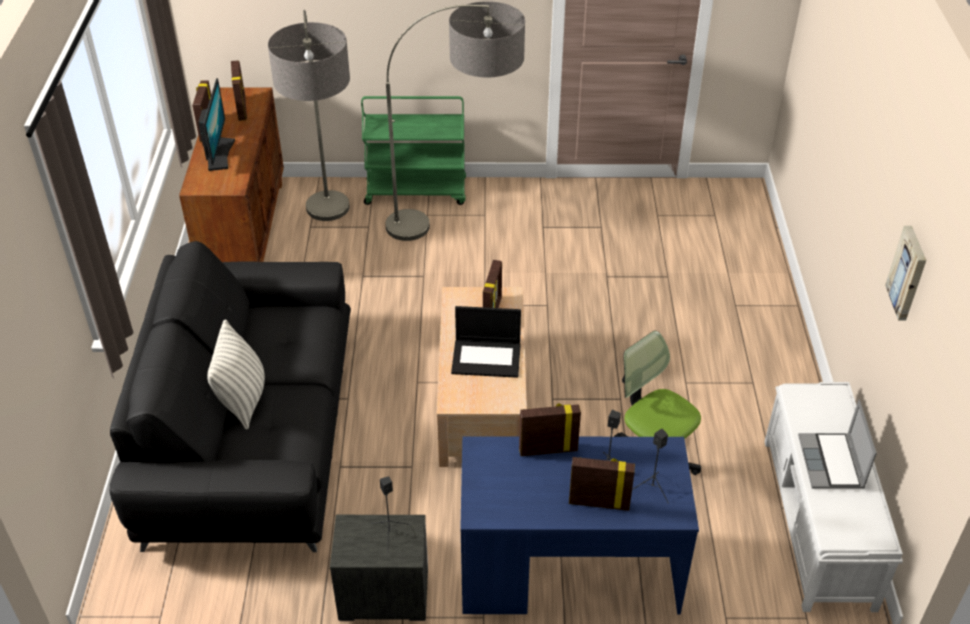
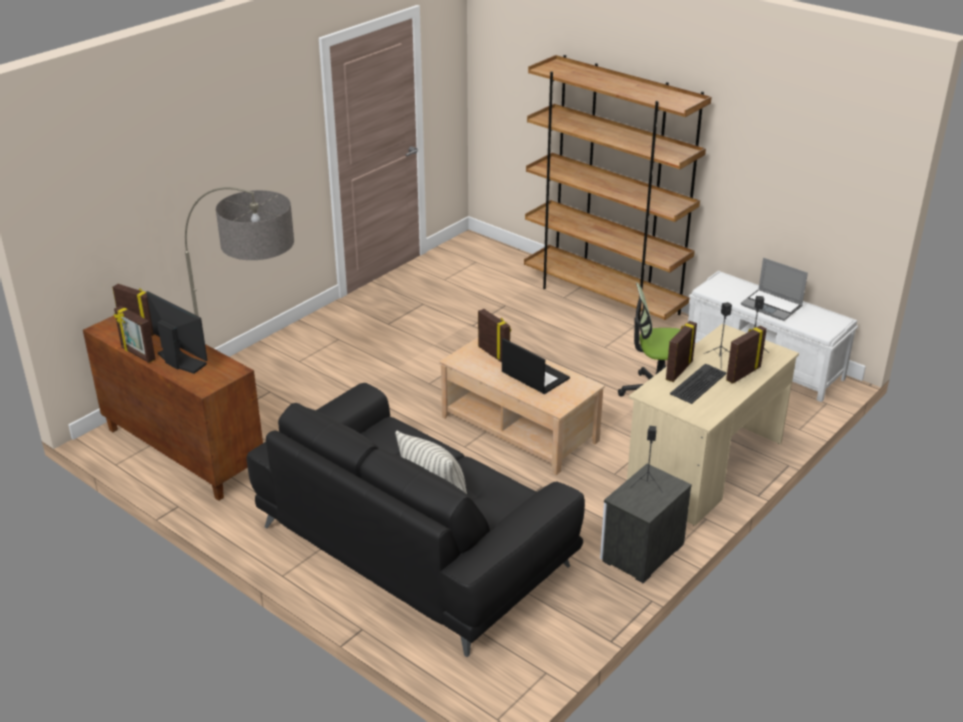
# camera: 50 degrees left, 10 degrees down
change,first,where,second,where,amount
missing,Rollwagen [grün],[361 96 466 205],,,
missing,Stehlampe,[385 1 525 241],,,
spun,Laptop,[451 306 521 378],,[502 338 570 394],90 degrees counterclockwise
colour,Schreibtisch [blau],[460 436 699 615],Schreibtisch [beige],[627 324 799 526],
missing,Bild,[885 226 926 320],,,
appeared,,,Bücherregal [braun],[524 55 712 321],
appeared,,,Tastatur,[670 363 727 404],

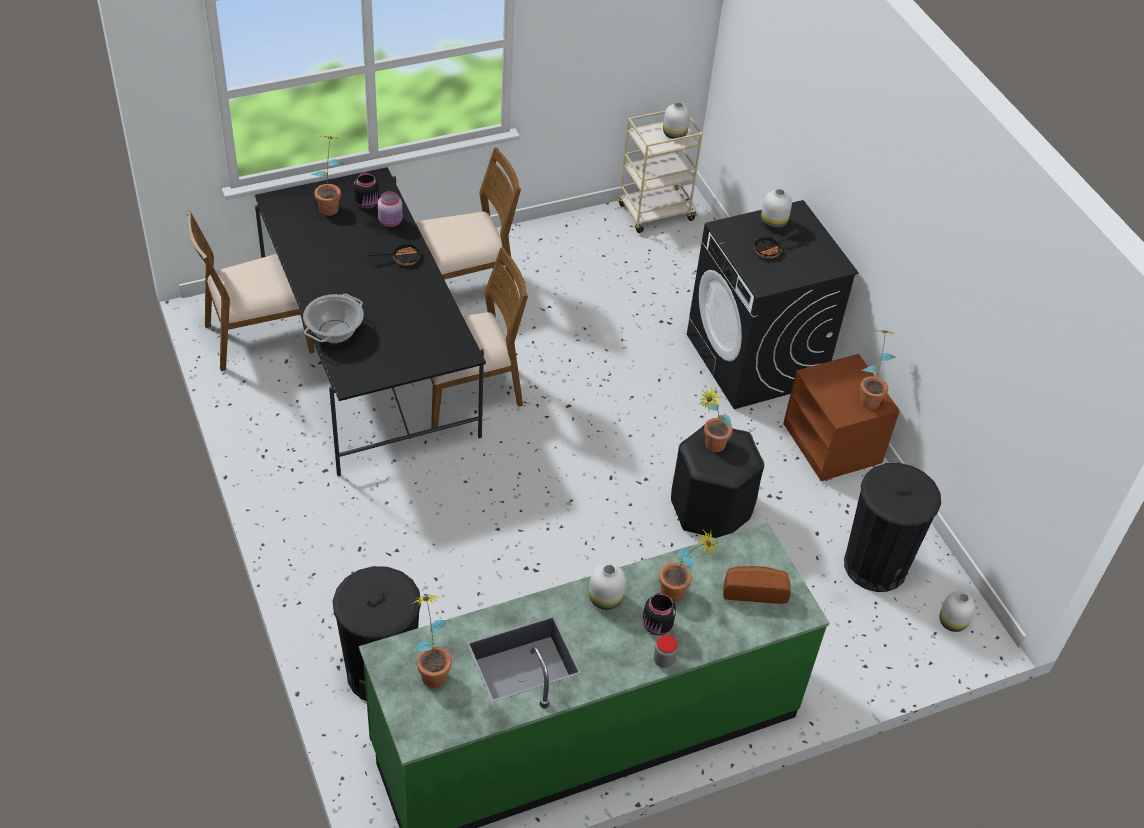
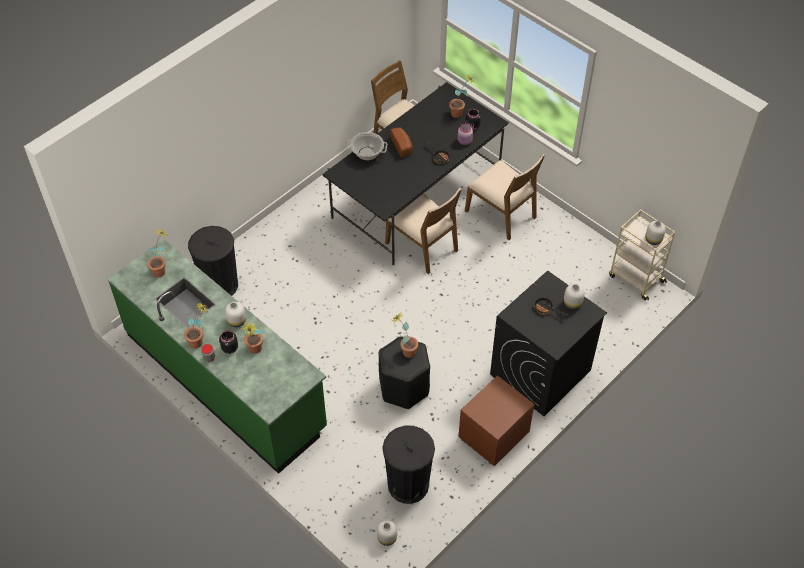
# camera: 70 degrees right, 5 degrees up
change,first,where,second,where,amount
relocated,Brot,[723 566 791 604],,[390 128 412 158],
relocated,Topfpflanze,[860 330 897 409],,[184 302 209 349],

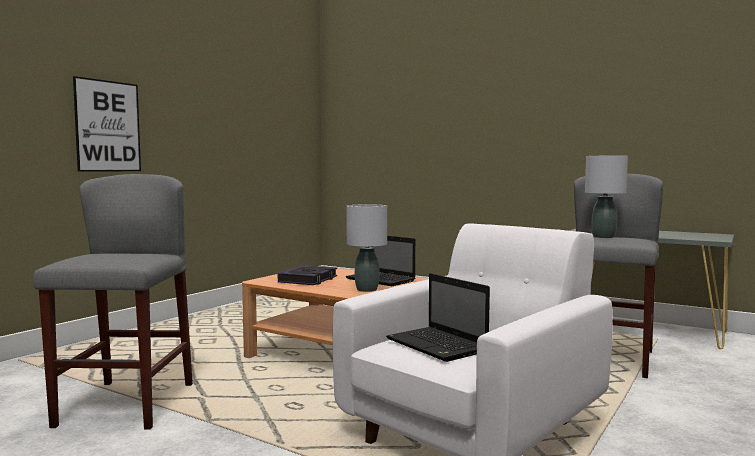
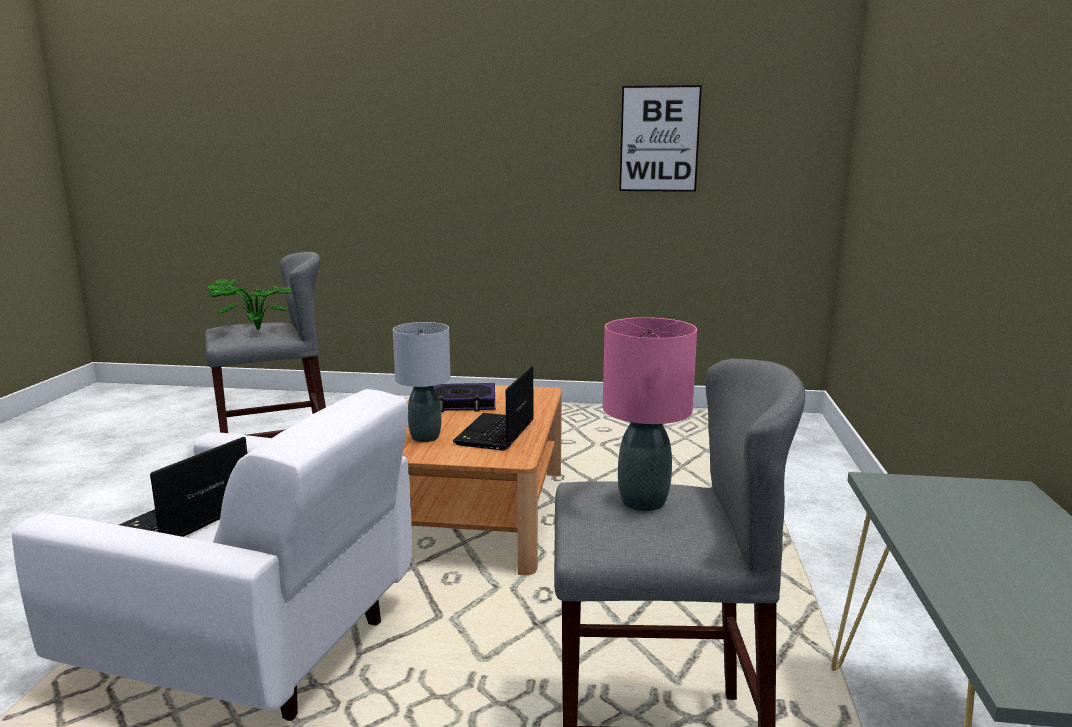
# camera: 65 degrees right, 10 degrees up
change,first,where,second,where,amount
relocated,Bild,[73 76 141 172],,[619 85 702 192],
colour,Tischlampe [grau],[585 155 628 238],Tischlampe [rosa],[603 317 697 511],
appeared,,,Topfpflanze,[206 279 292 330],

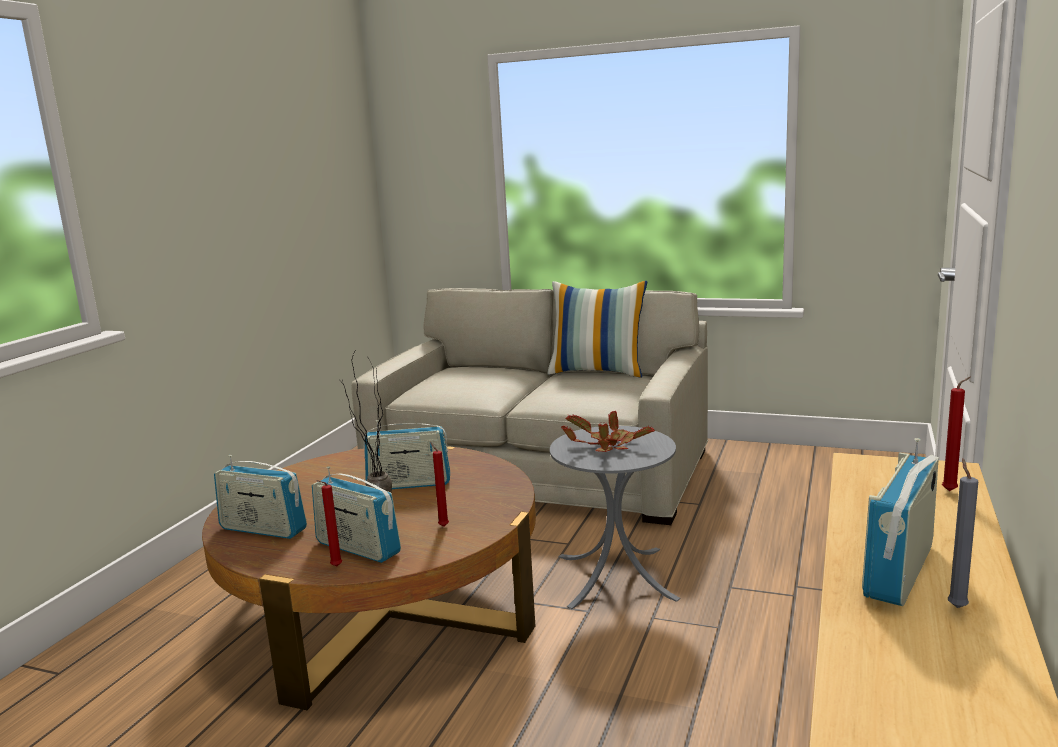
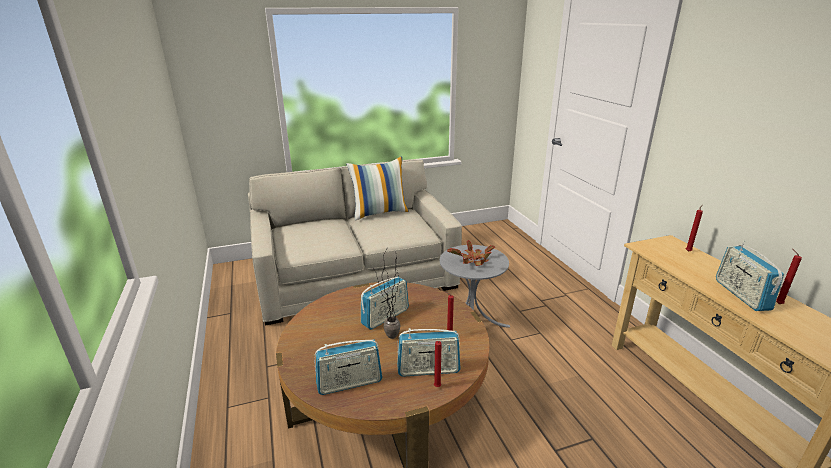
# camera: 40 degrees left, 10 degrees up
change,first,where,second,where,amount
colour,Kerze [grau],[948 458 978 608],Kerze [rot],[776 249 802 304],

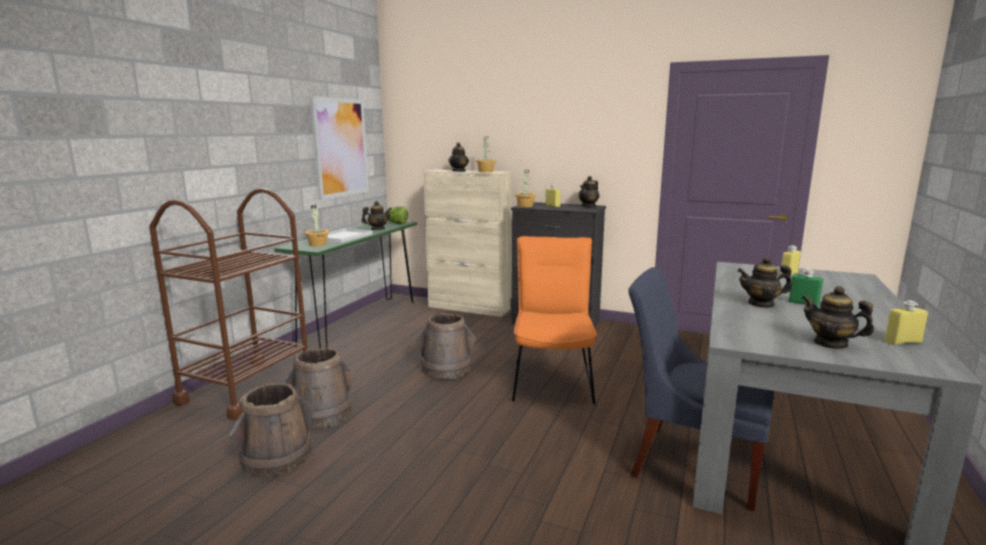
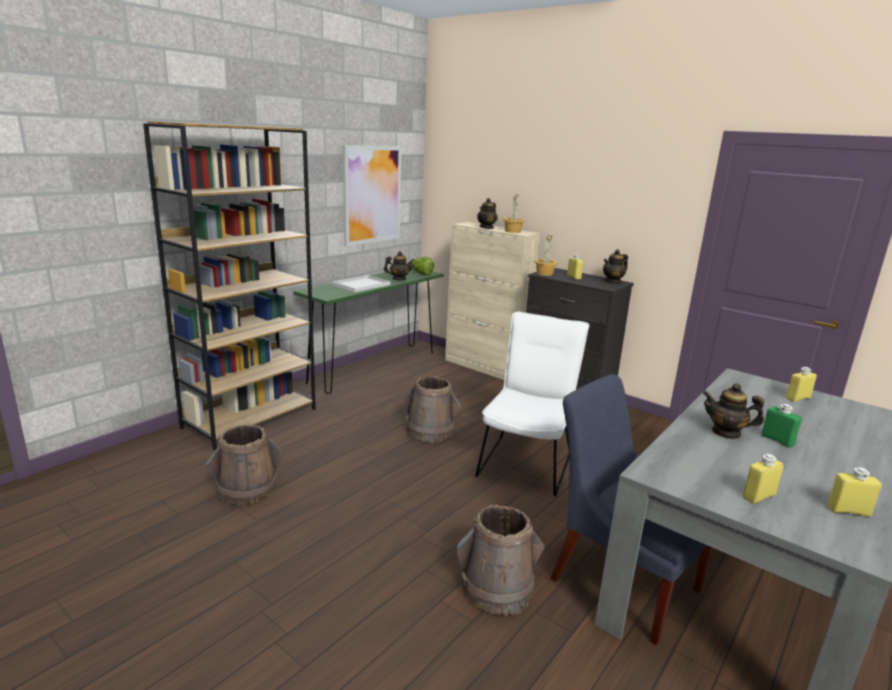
# camera: 15 degrees right, 5 degrees up
change,first,where,second,where,amount
exchanged,Rollwagen [braun],[149 188 308 420],Bücherregal [braun],[143 121 316 450],
relocated,Eimer [braun],[282 348 355 429],,[456 505 544 616],
missing,Topfpflanze,[305 205 329 246],,,
colour,Stuhl [orange],[512 236 597 404],Stuhl [weiß],[475 312 589 497],
exchanged,Teekanne,[802 286 874 349],Flasche [gelb],[743 454 784 504],

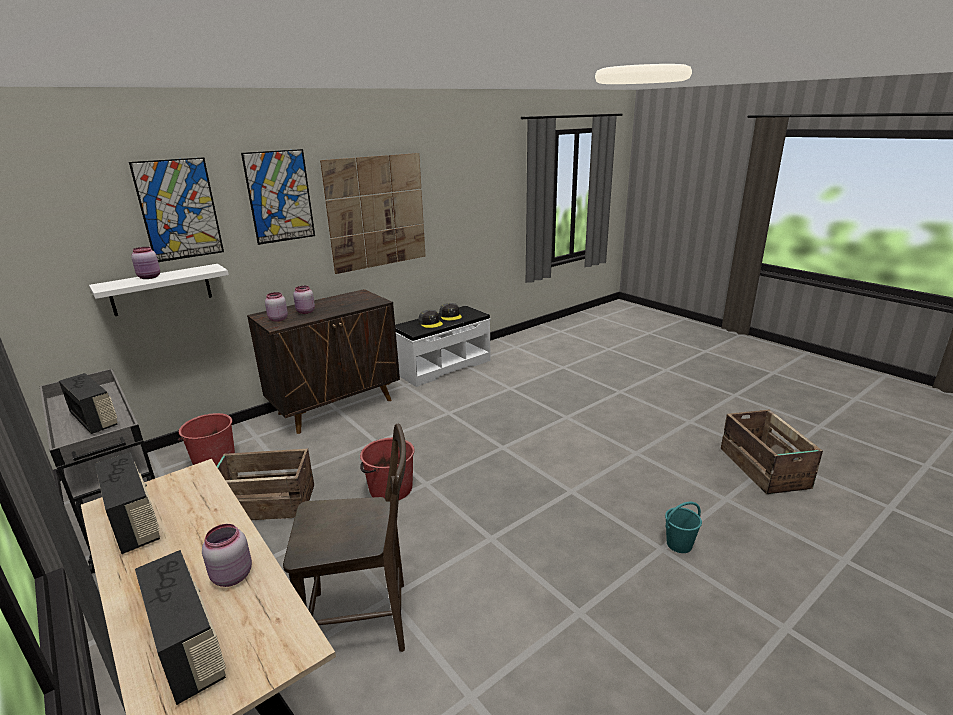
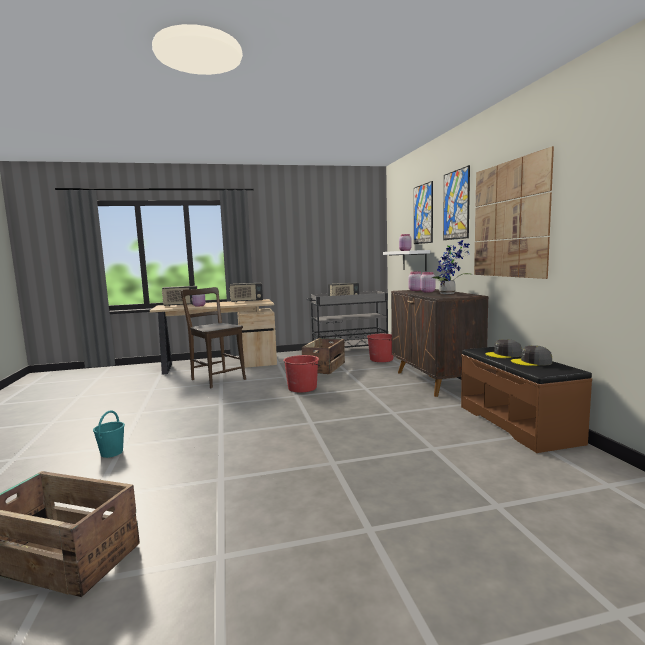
# camera: 115 degrees right, 15 degrees down
change,first,where,second,where,amount
spun,Stuhl [braun],[283 424 406 652],,[181 287 246 388],120 degrees clockwise
colour,Bank [weiß],[395 306 491 387],Bank [braun],[461 347 592 453],
appeared,,,Topfpflanze,[432 240 472 294],

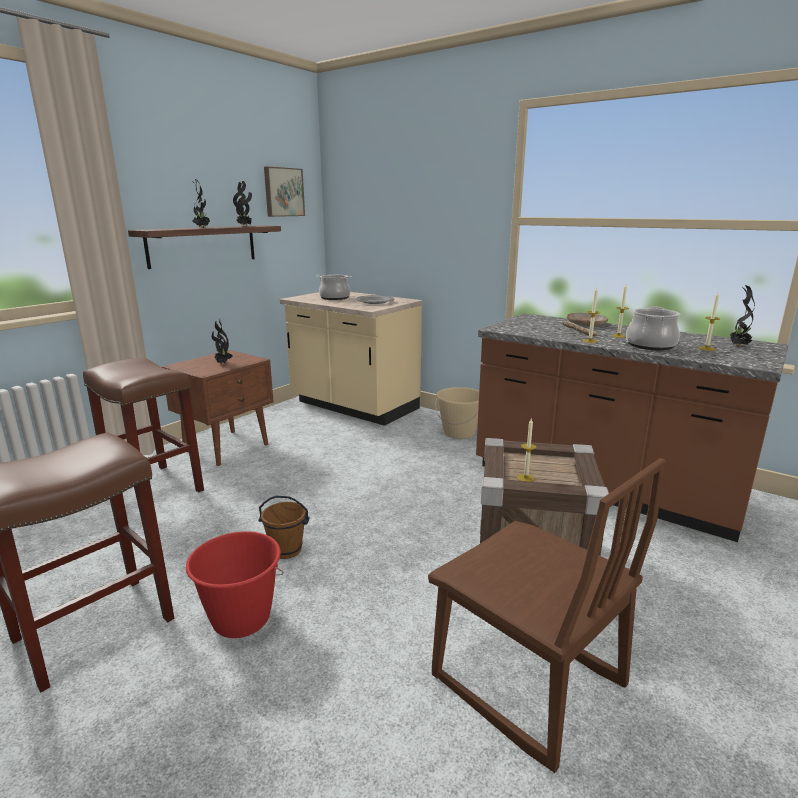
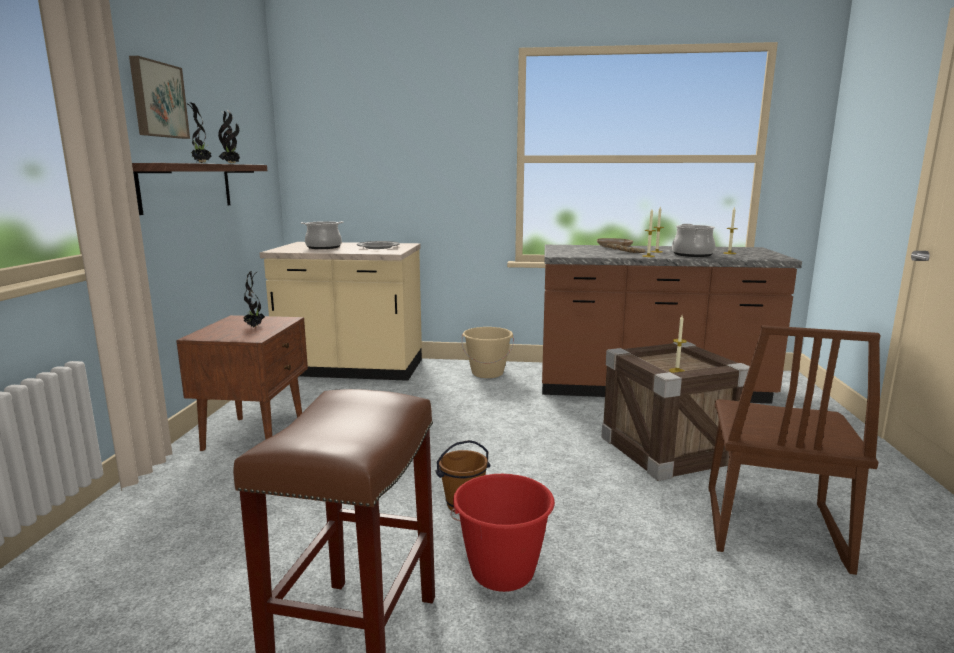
# camera: 30 degrees left, 5 degrees down
change,first,where,second,where,amount
missing,Hocker [braun],[83 358 204 492],,,
relocated,Bild,[264 166 305 217],,[129 56 190 139],
spun,Stuhl [braun],[428 458 666 773],,[708 325 881 575],90 degrees clockwise
missing,Topfpflanze,[728 285 755 346],,,

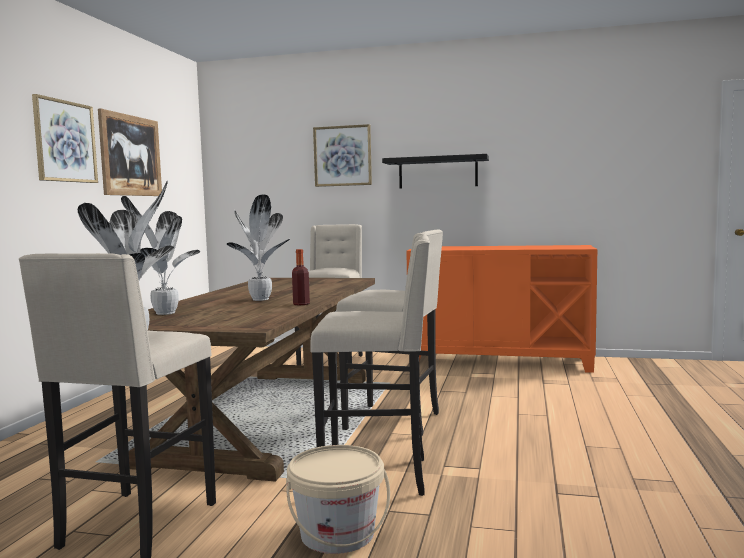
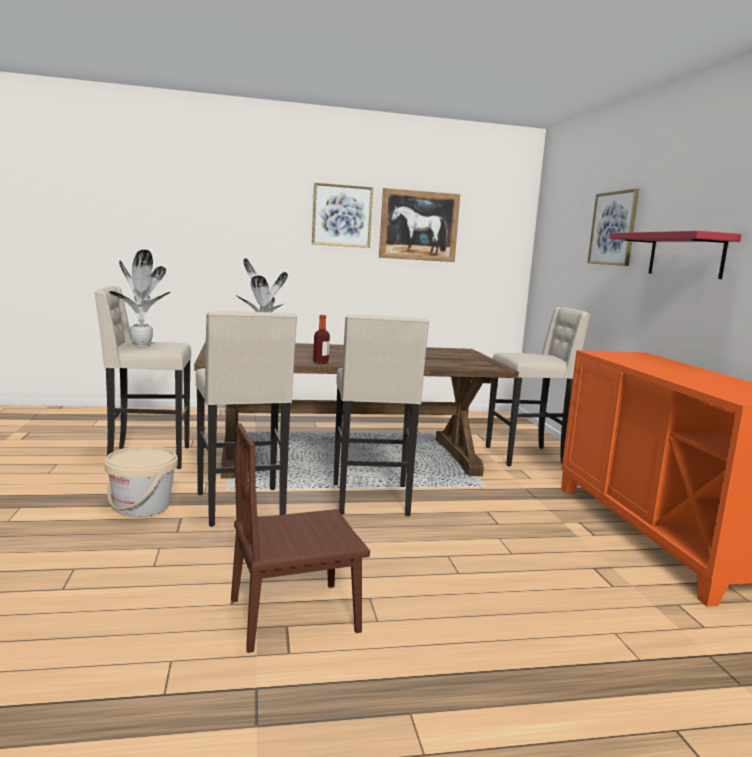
# camera: 65 degrees right, 5 degrees up
change,first,where,second,where,amount
missing,Topfpflanze,[227 194 290 301],,,
colour,Wandregal [schwarz],[382 154 489 189],Wandregal [rot],[609 231 742 279],
appeared,,,Stuhl [braun],[231 423 370 653],

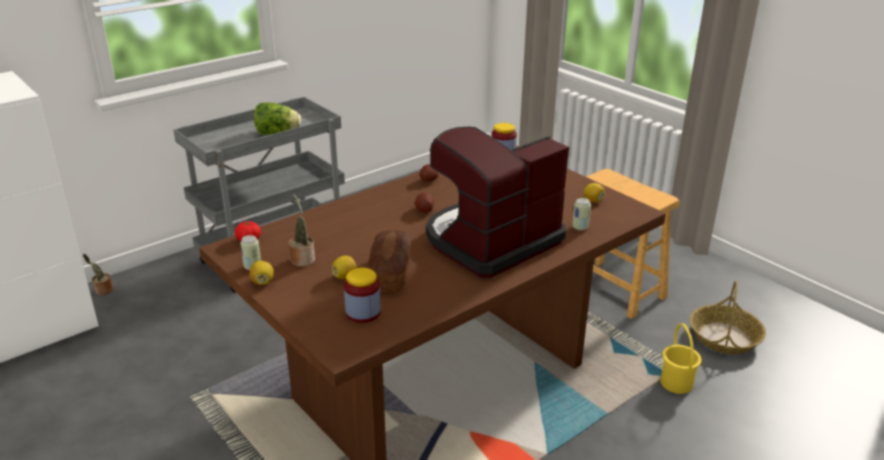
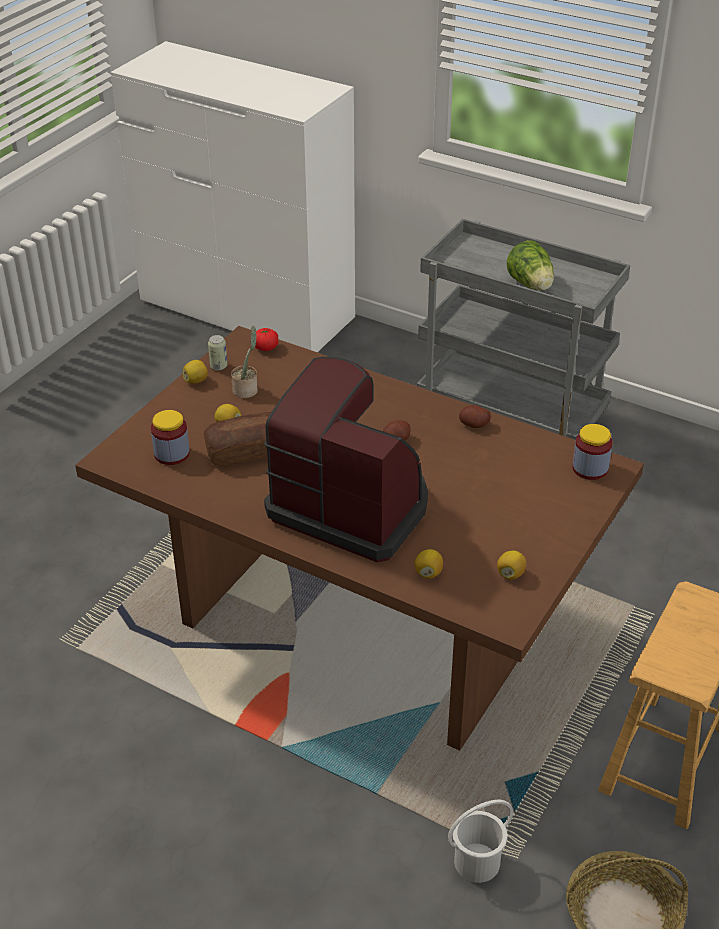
# camera: 70 degrees right, 10 degrees up
change,first,where,second,where,amount
missing,Topfpflanze,[83 254 113 295],,,
exchanged,Dose,[572 198 591 231],Zitrone,[415 549 443 579],
colour,Eimer [gelb],[660 323 702 394],Eimer [weiß],[448 800 513 883],

